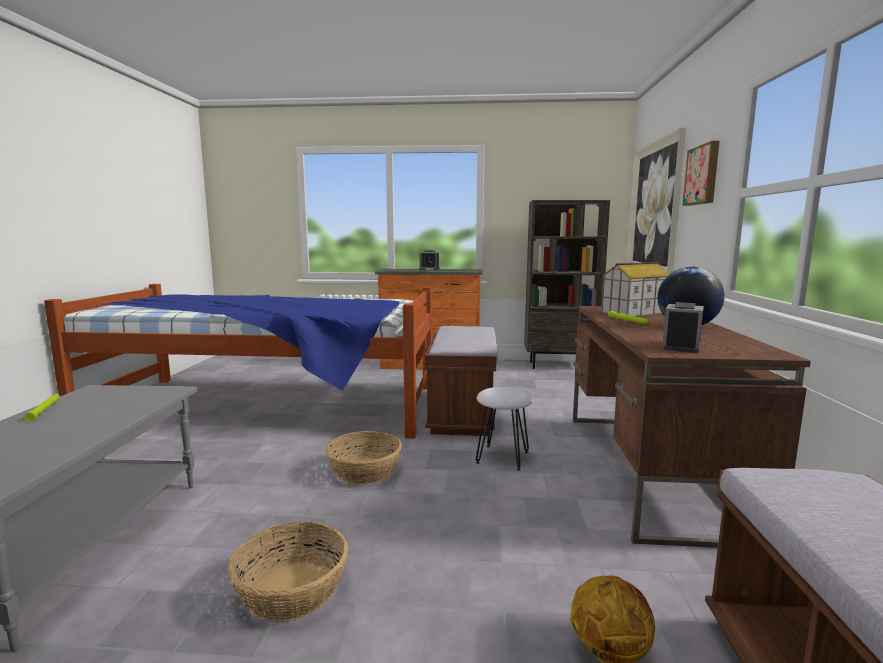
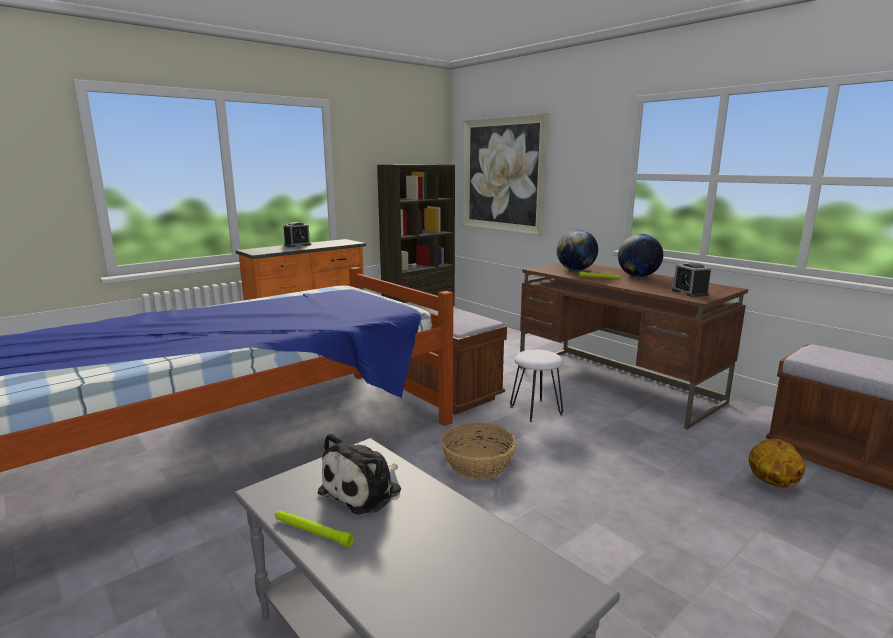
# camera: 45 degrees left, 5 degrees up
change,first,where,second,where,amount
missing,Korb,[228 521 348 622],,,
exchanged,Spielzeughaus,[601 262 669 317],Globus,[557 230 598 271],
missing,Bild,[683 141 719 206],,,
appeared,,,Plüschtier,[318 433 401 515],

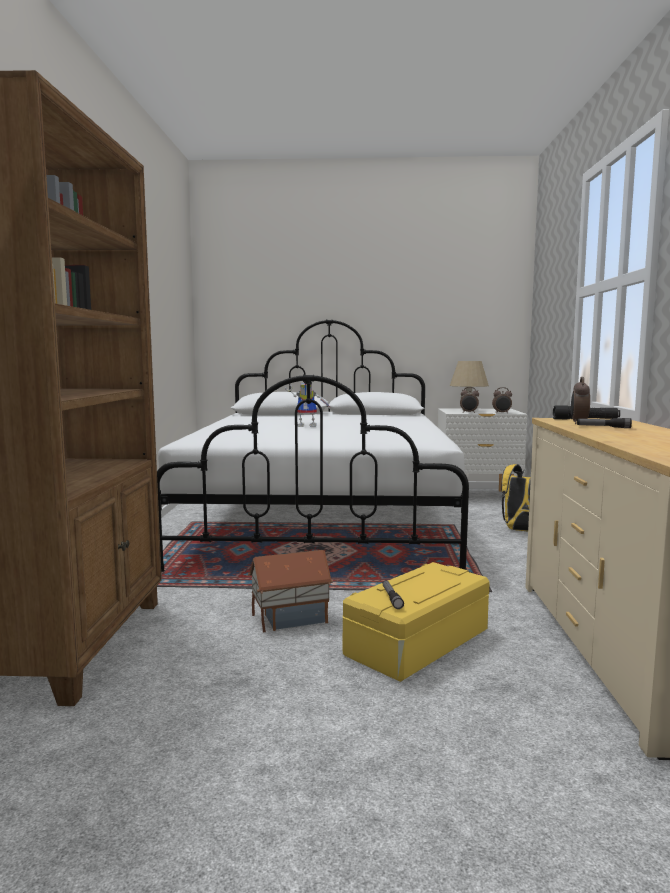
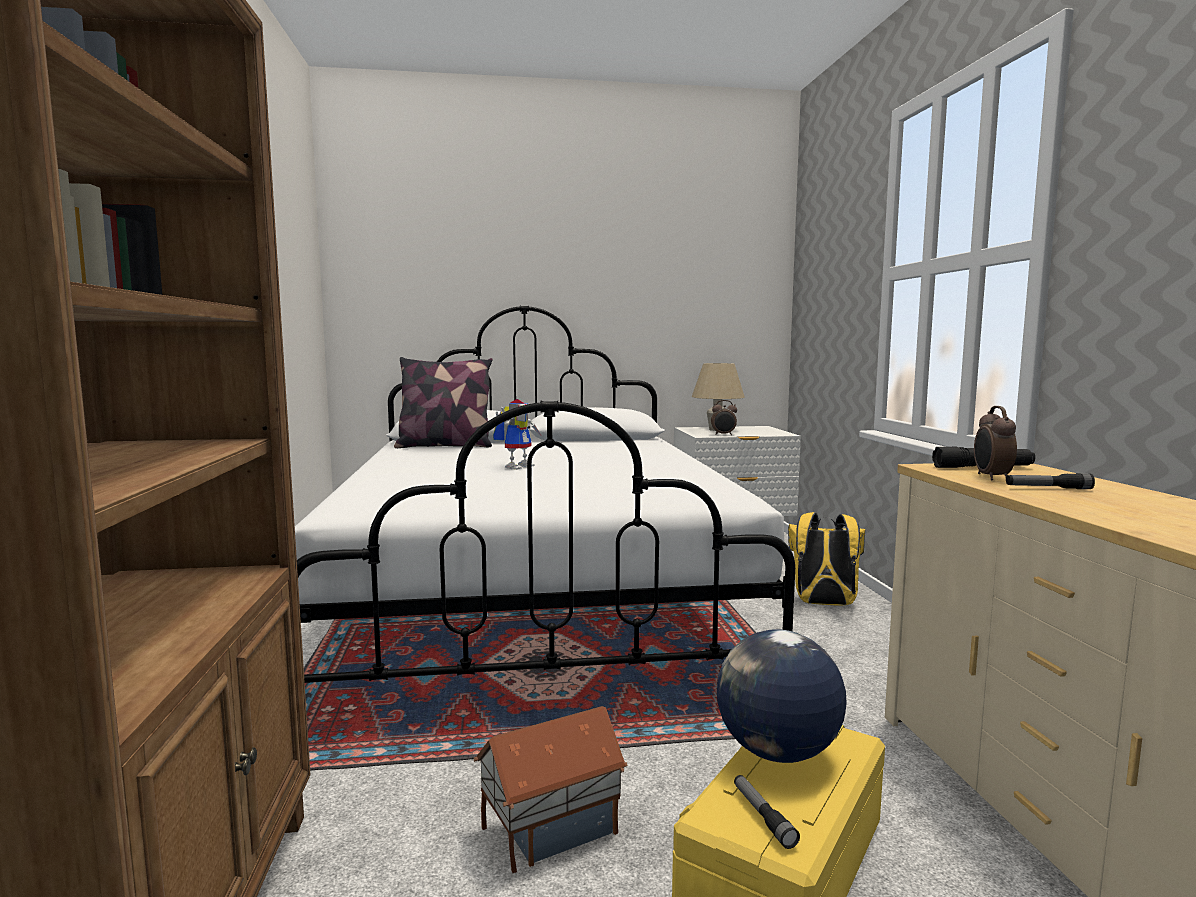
# camera: 10 degrees left, 0 degrees up
change,first,where,second,where,amount
spun,Spielzeugroboter,[285 383 331 427],,[493 399 542 470],45 degrees counterclockwise
missing,Wecker,[492 387 512 413],,,
appeared,,,Kissen,[394 357 492 448],
appeared,,,Globus,[717 629 847 763],

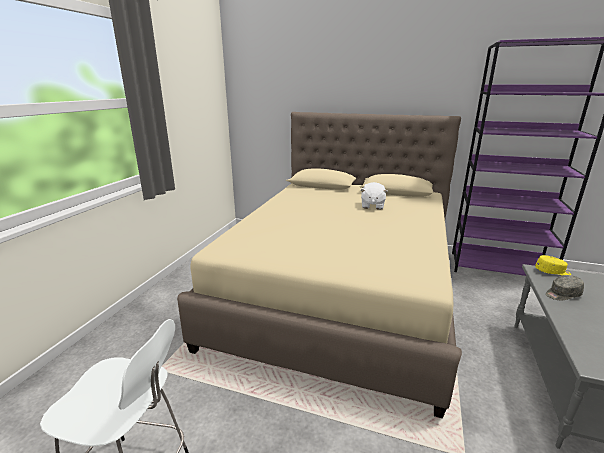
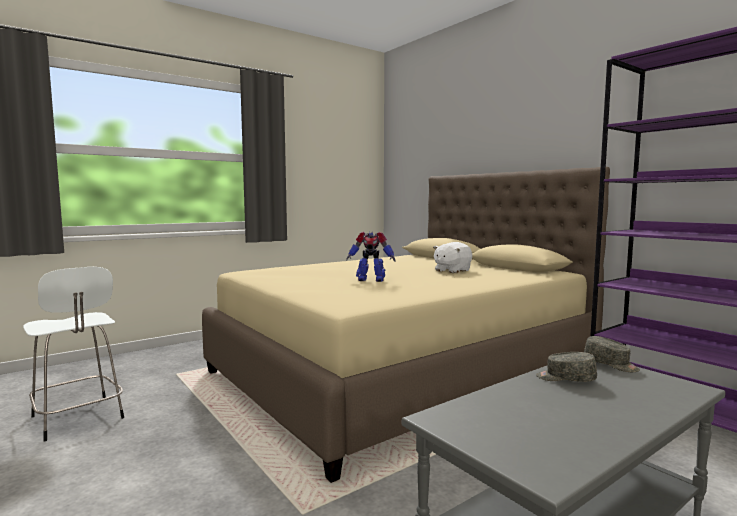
# camera: 35 degrees right, 15 degrees down
change,first,where,second,where,amount
colour,Kappe [gelb],[535 255 571 276],Kappe [grau],[584 336 640 372],
appeared,,,Spielzeugroboter,[346 231 395 282],

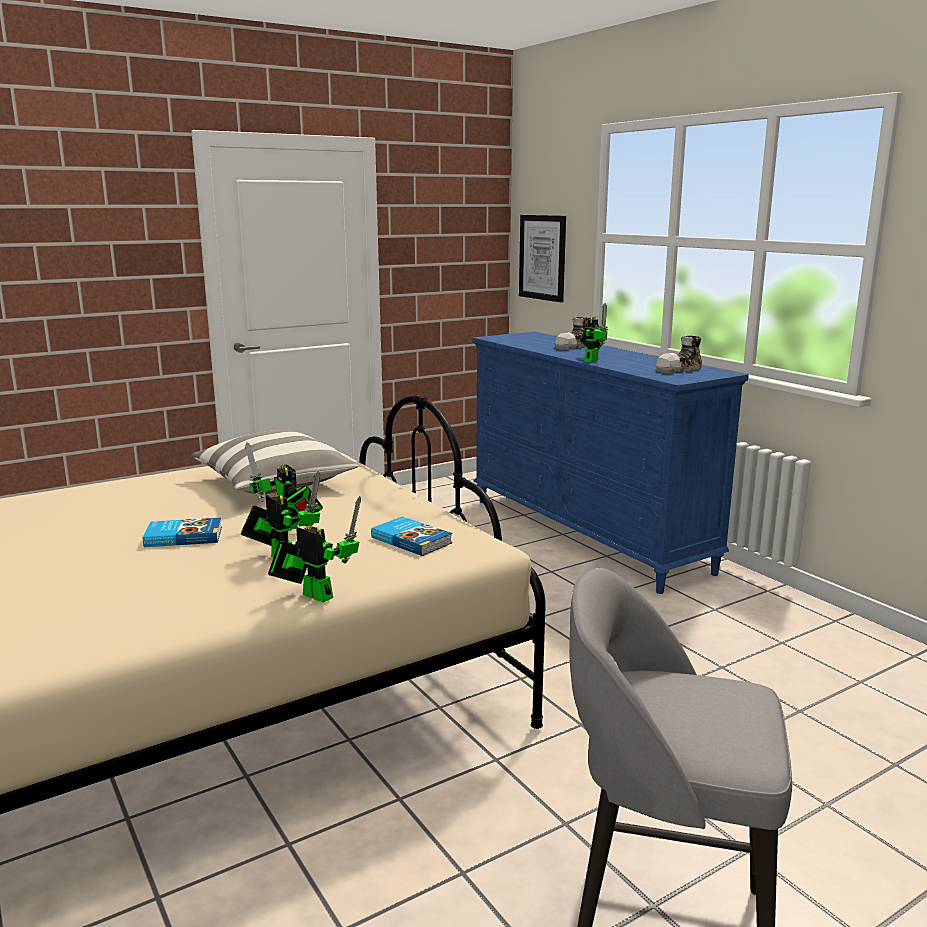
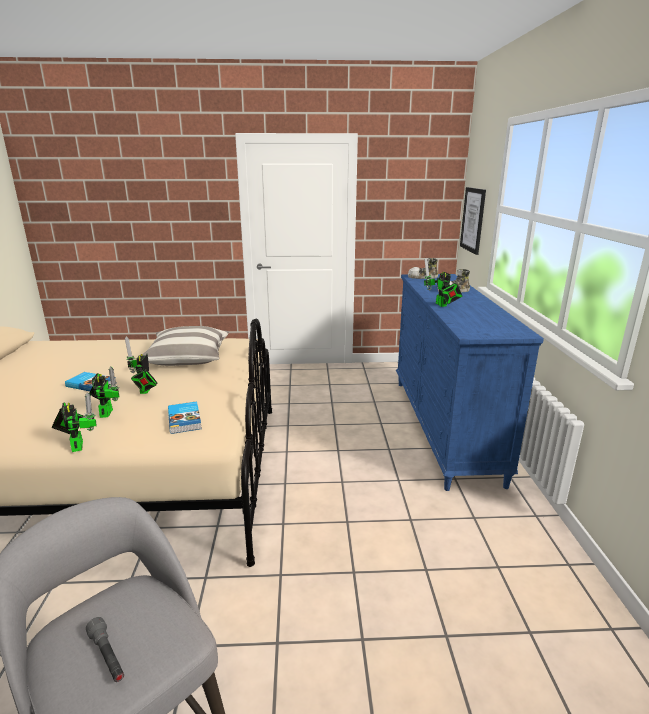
# camera: 30 degrees right, 5 degrees up
change,first,where,second,where,amount
spun,Spielzeugroboter,[580 303 609 363],,[424 258 462 307],105 degrees clockwise
relocated,Schuh,[656 336 702 373],,[408 258 438 279],
appeared,,,Taschenlampe [grau],[86 617 124 682],

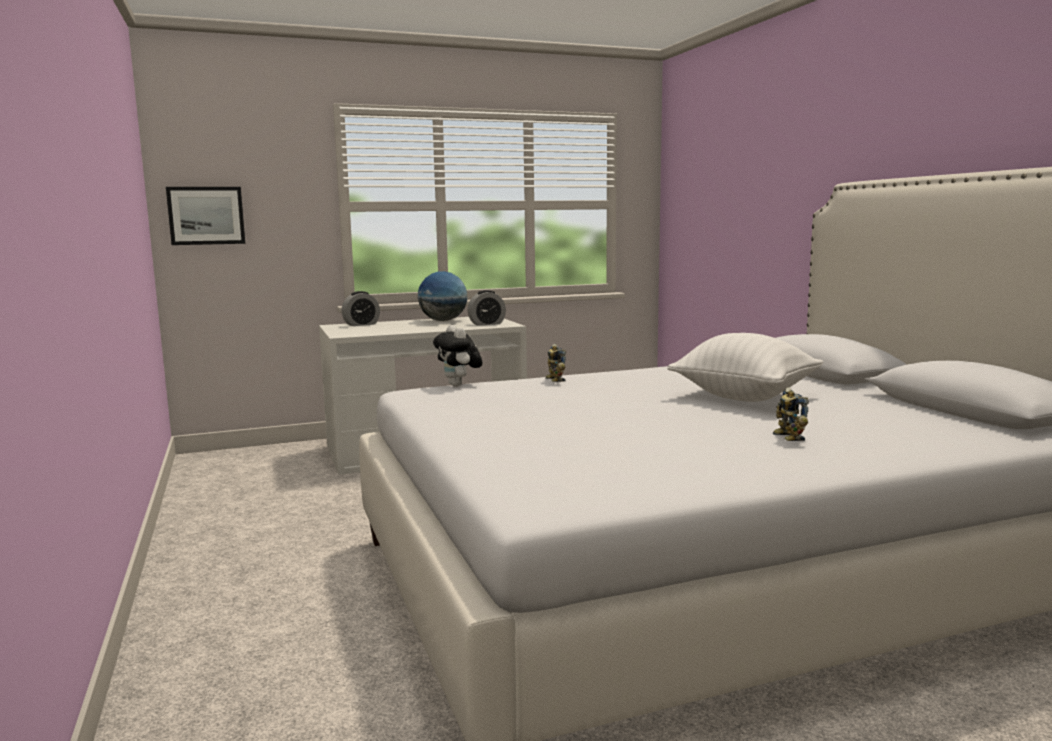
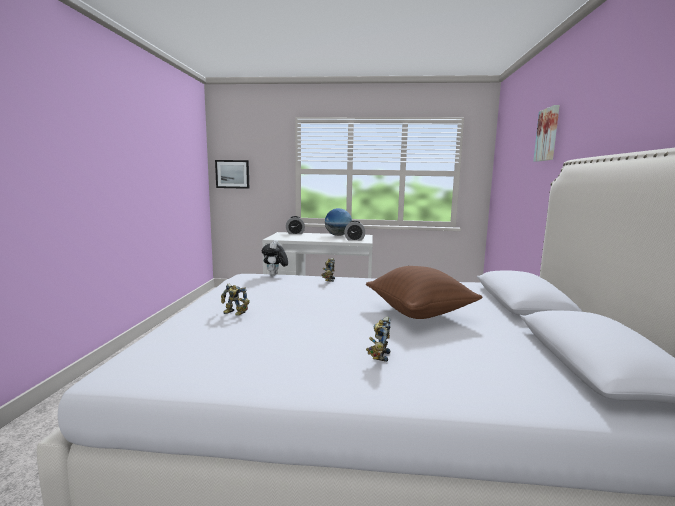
# camera: 25 degrees right, 0 degrees up
change,first,where,second,where,amount
colour,Kissen [weiß],[667 333 823 402],Kissen [braun],[366 266 482 319],
appeared,,,Spielzeugroboter,[221 284 250 316],
appeared,,,Bild,[533 105 560 162],

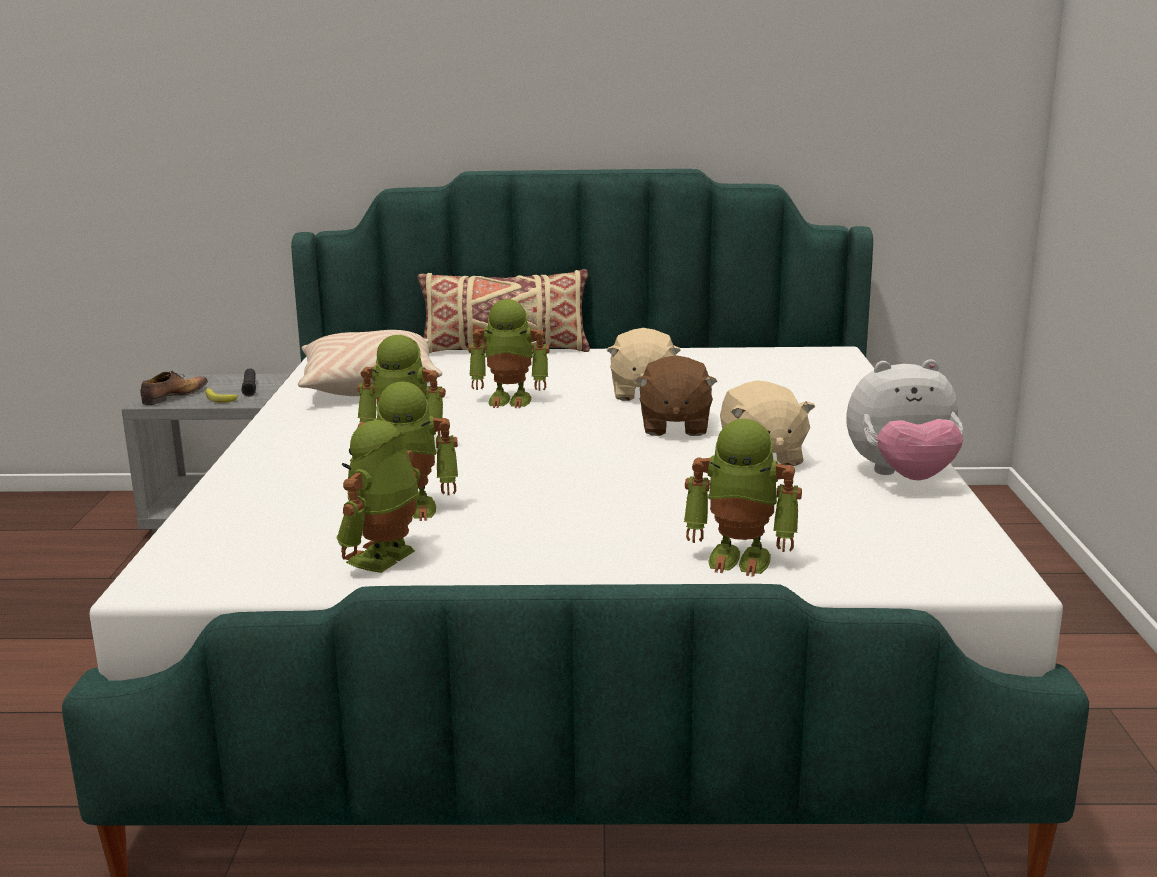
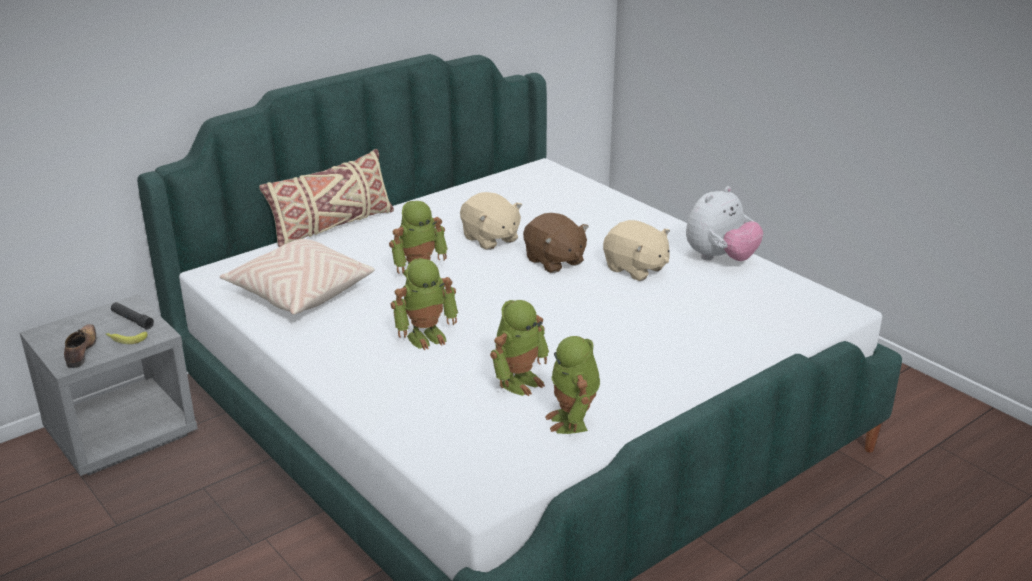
# camera: 40 degrees left, 10 degrees up
change,first,where,second,where,amount
missing,Spielzeugroboter,[684 419 802 577],,,

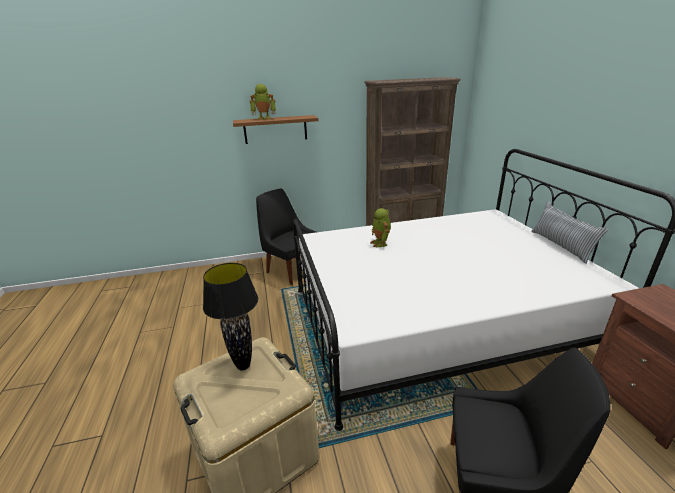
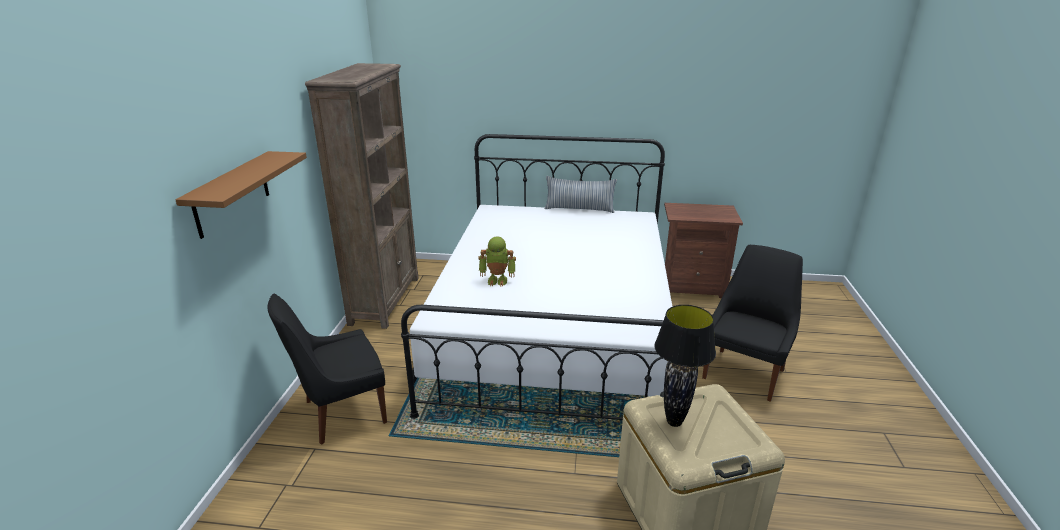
# camera: 70 degrees left, 0 degrees up
change,first,where,second,where,amount
missing,Spielzeugroboter,[250 84 276 120],,,

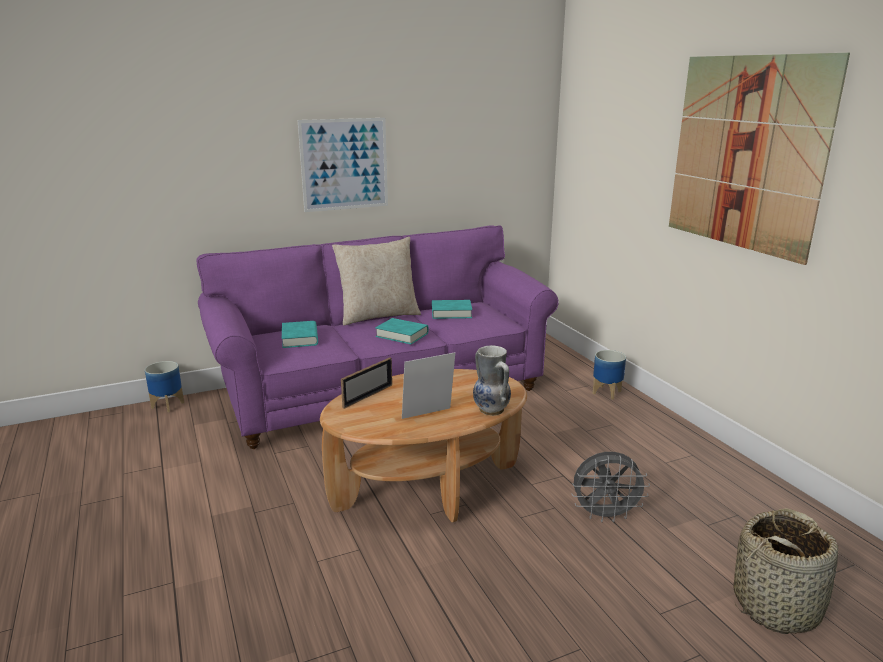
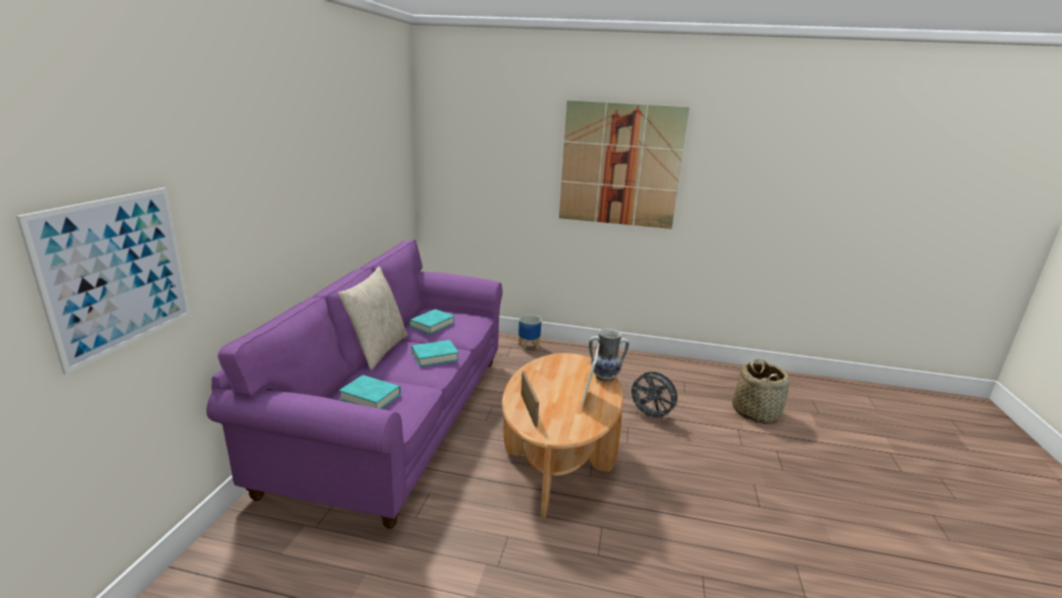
# camera: 55 degrees left, 0 degrees up
change,first,where,second,where,amount
missing,Pflanzkübel,[145 361 184 412],,,
relocated,Bild,[298 118 388 212],,[16 188 191 374],
spun,Ventilator [grau],[571 452 650 522],,[628 372 678 421],90 degrees clockwise

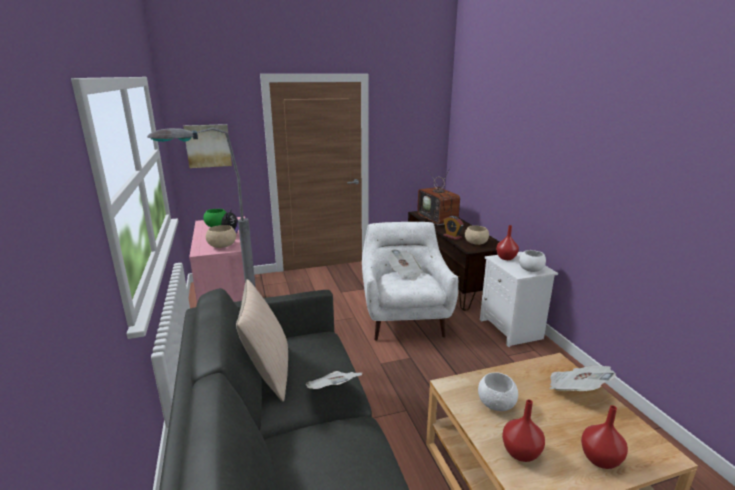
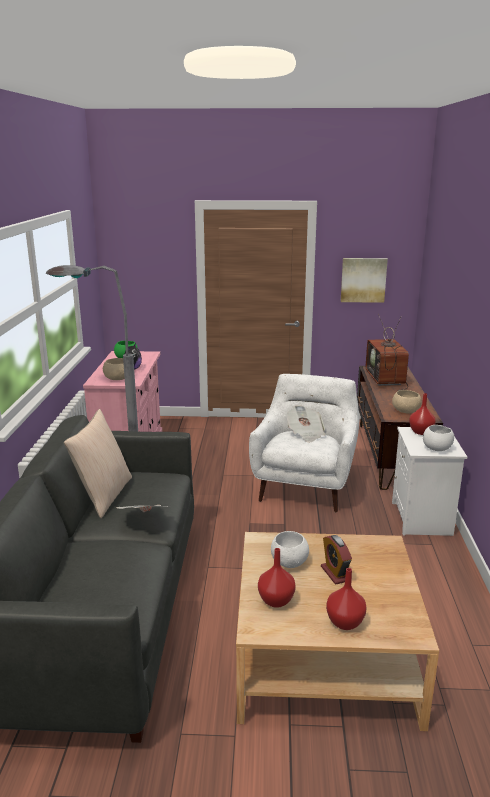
# camera: 20 degrees right, 0 degrees up
change,first,where,second,where,amount
relocated,Bild,[183 124 232 168],,[341 258 388 303],
relocated,Wecker,[443 216 464 240],,[321 535 352 585],
missing,Zeitung,[550 366 616 391],,,

